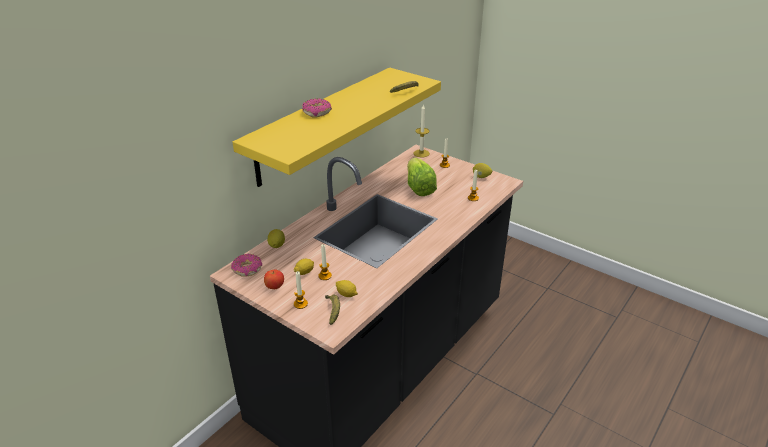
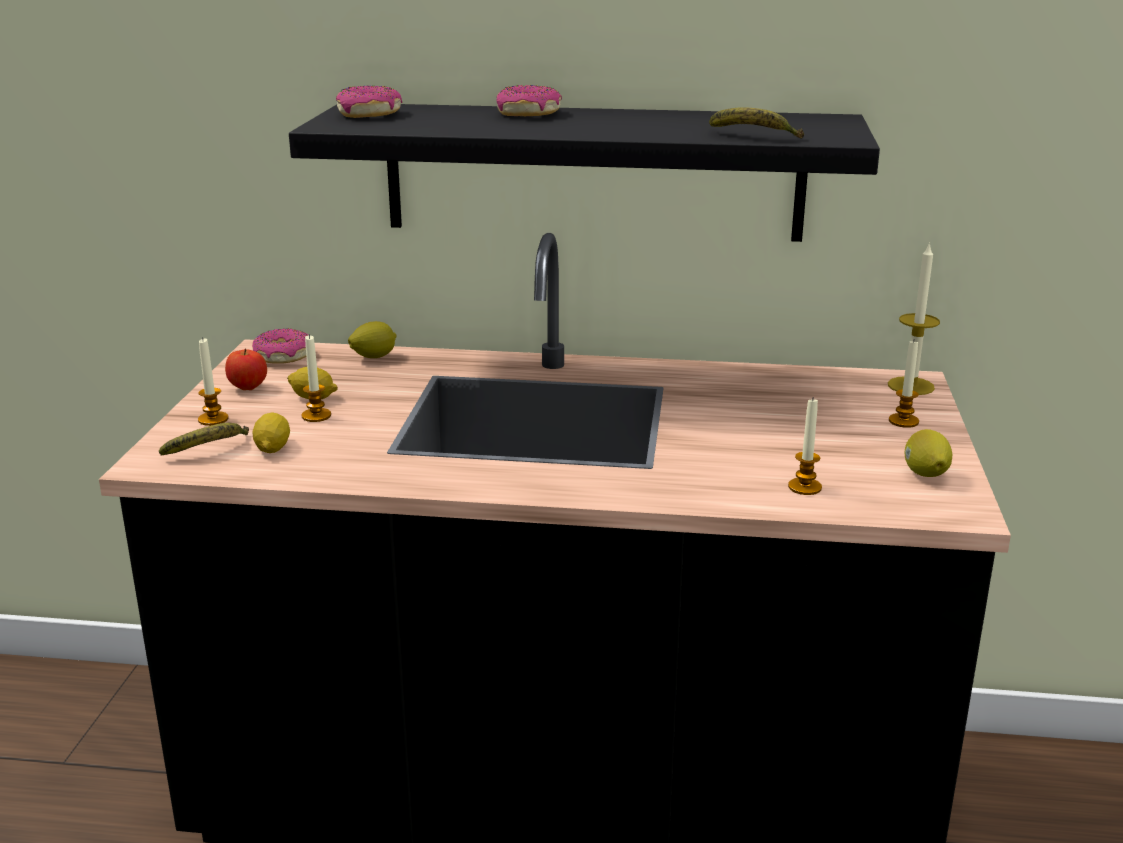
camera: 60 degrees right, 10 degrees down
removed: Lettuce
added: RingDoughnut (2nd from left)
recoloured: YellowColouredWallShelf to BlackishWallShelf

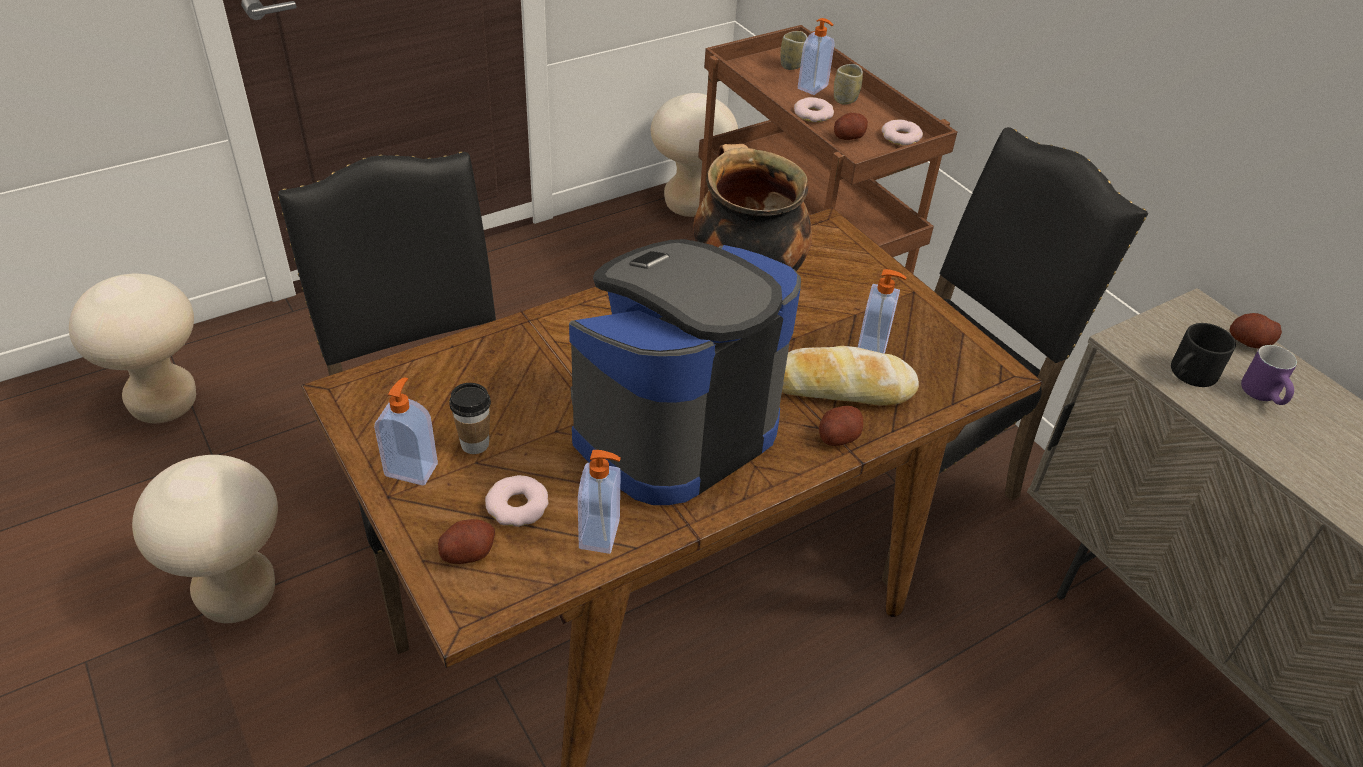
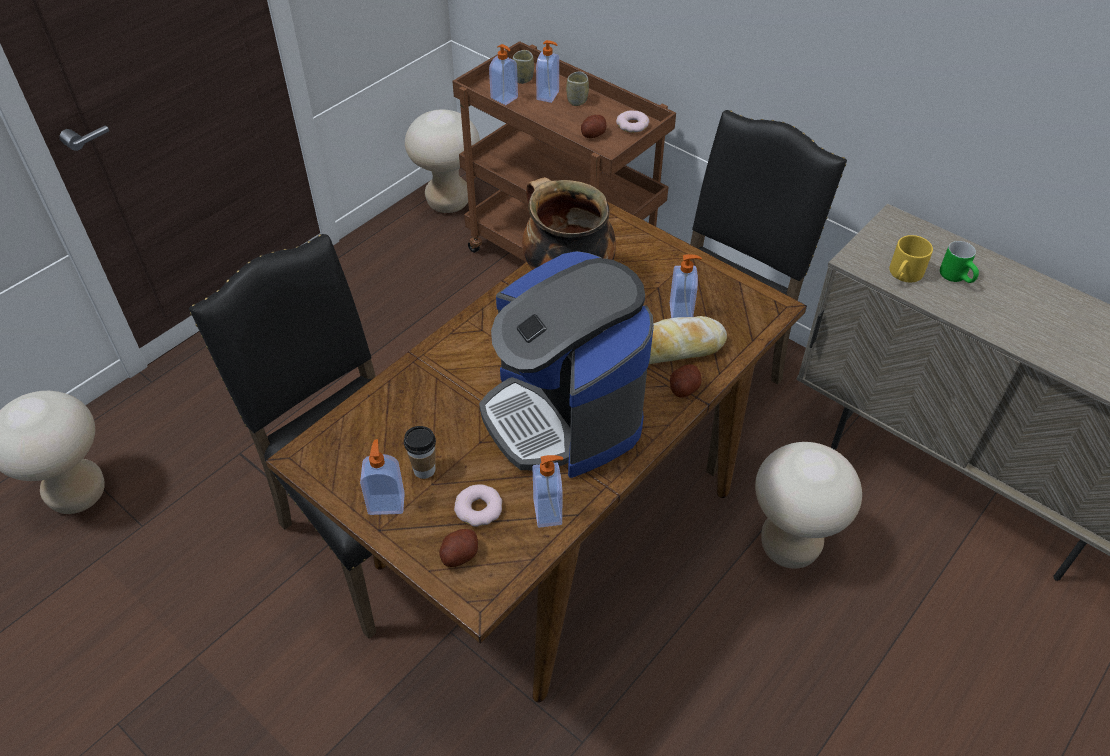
camera: 15 degrees left, 5 degrees up
removed: RingDoughnut (2nd from left); Potato (4th from left)
added: SoapBottle (2nd from left)
moved: SandColouredStoolSeat (2nd from left in the first image) to SandColouredStoolSeat (3rd from left)
recoloured: BlackishTeaMug to YellowColouredTeaMug; PurplishTeaMug to GreenishTeaMug
turned: CoffeeMaker 60 degrees counterclockwise

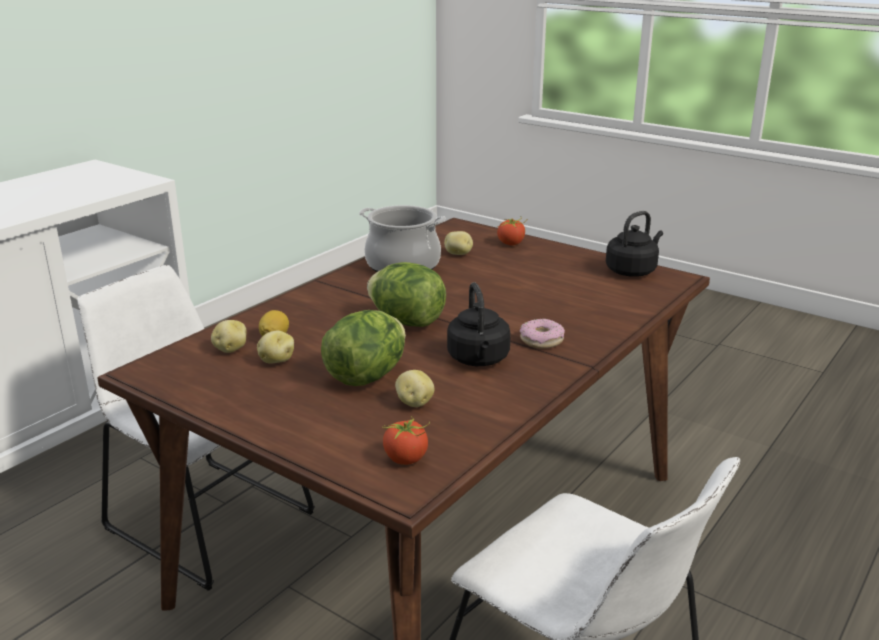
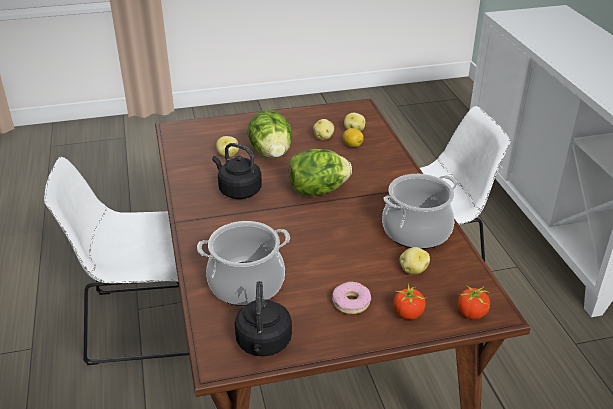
camera: 130 degrees right, 10 degrees up
added: Stockpot (1st from left)
moved: RingDoughnut; FreshTomato (1st from left in the first image) to FreshTomato (2nd from left)

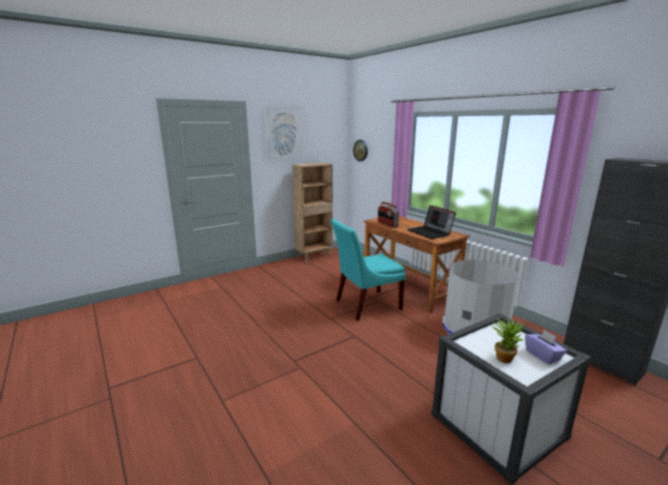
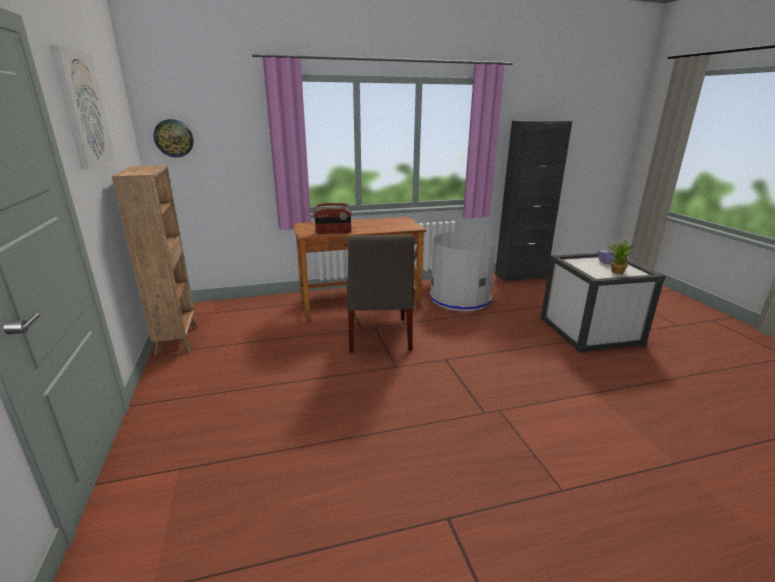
camera: 70 degrees left, 5 degrees up
removed: NotebookComputer
recoloured: BlueGreenPlainChair to GrayPlainChair

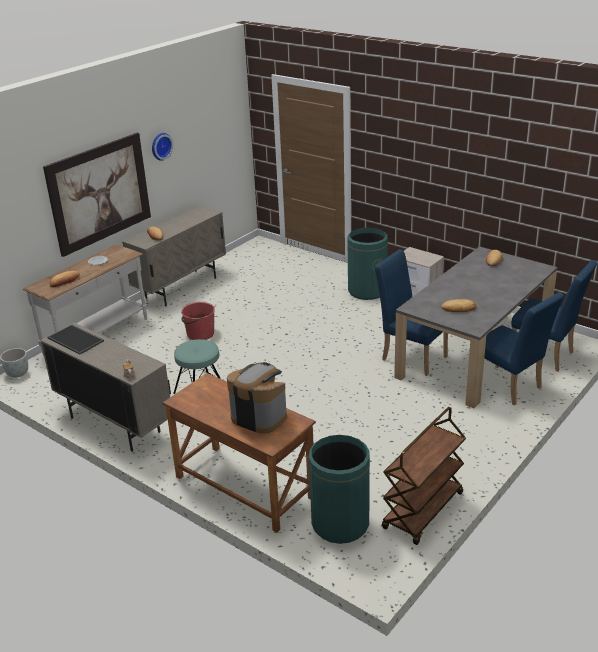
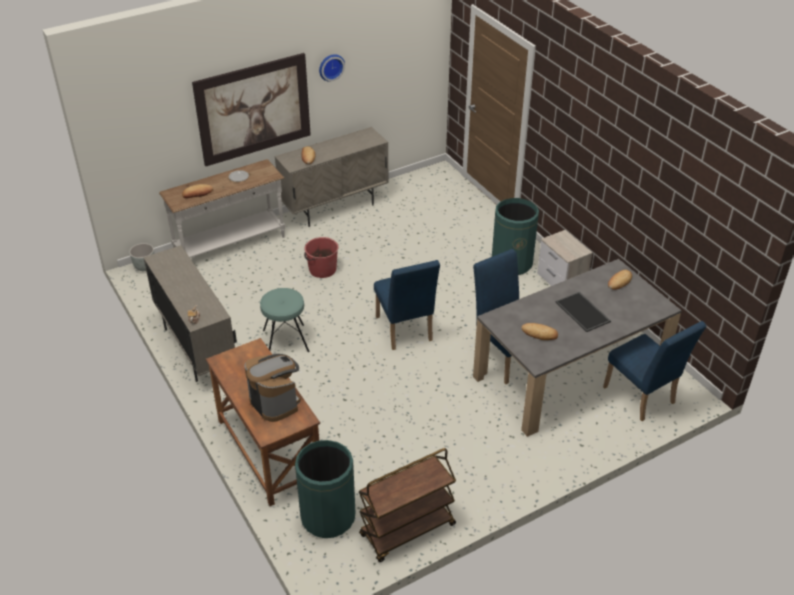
camera: 20 degrees right, 10 degrees up
moved: BluePlainChair (2nd from left in the first image) to BluePlainChair (1st from left); ServingTray

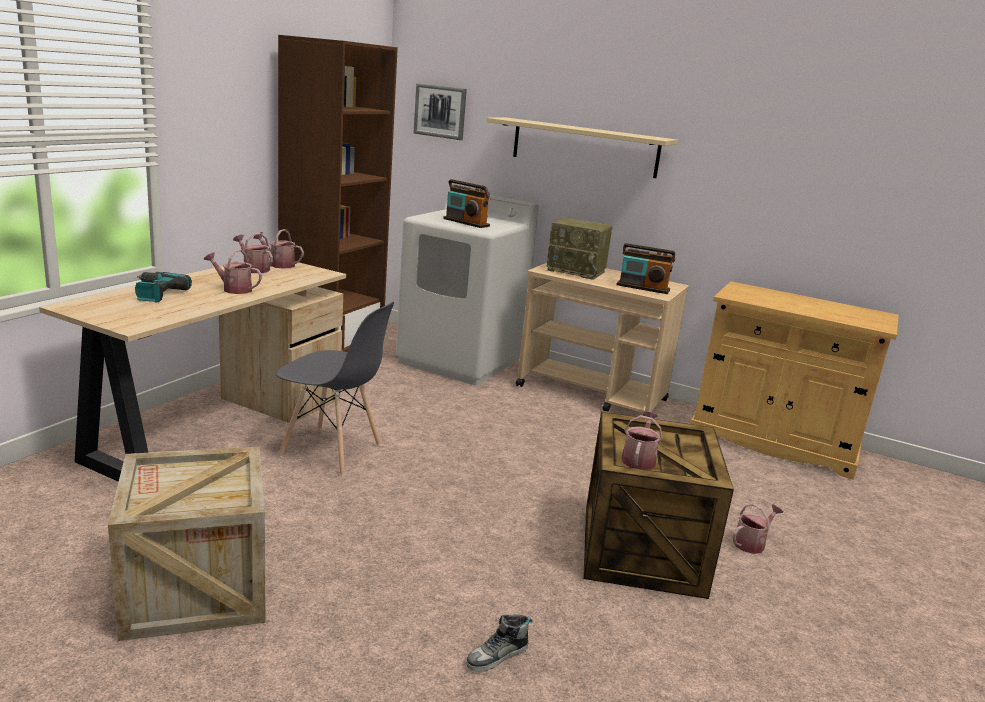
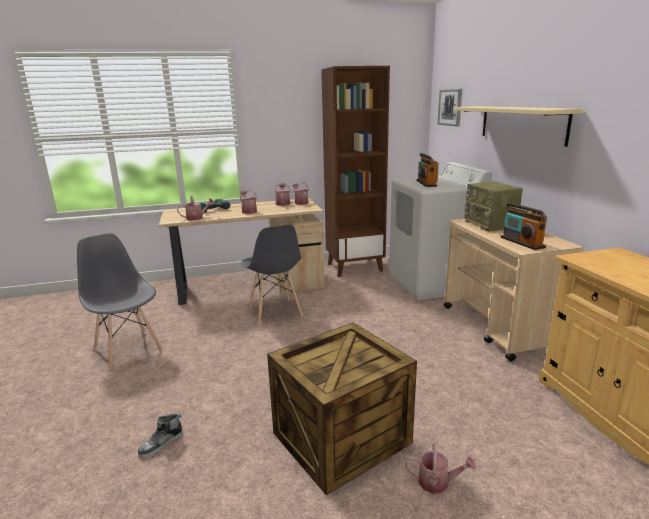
camera: 50 degrees right, 0 degrees up
moved: SprinklingCan (4th from left in the first image) to SprinklingCan (1st from left)
replaced: Crate (1st from left) to GrayPlainChair (1st from left)
turned: LowShoe 60 degrees counterclockwise

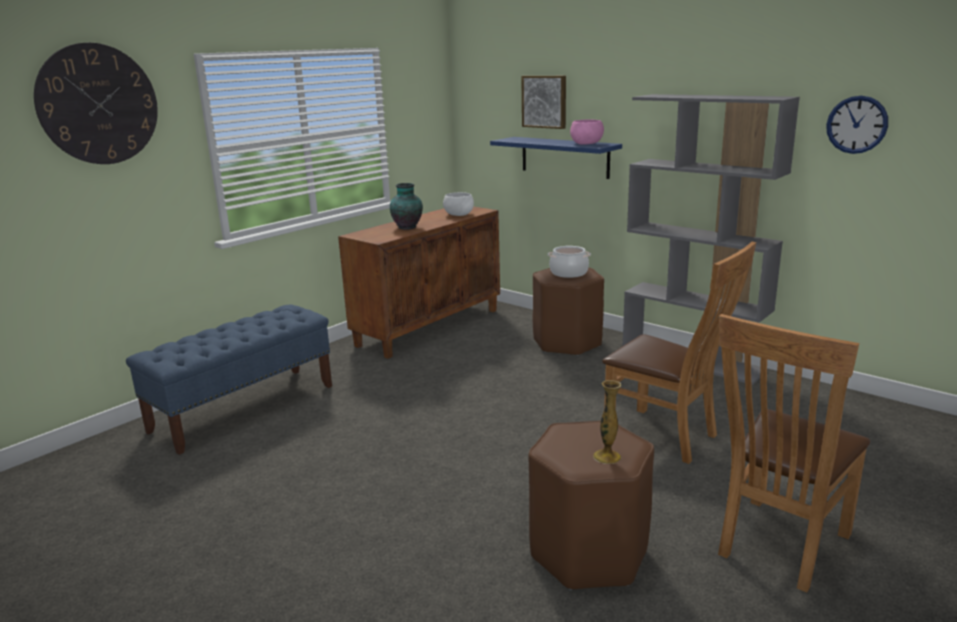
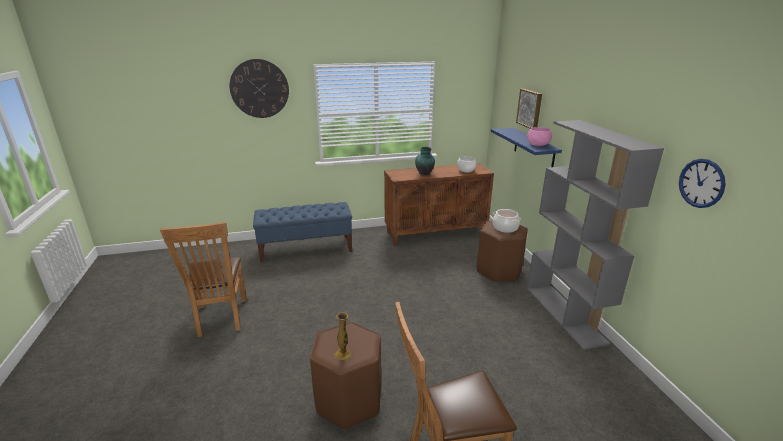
camera: 35 degrees right, 5 degrees up
moved: BrownishPlainChair (1st from left)

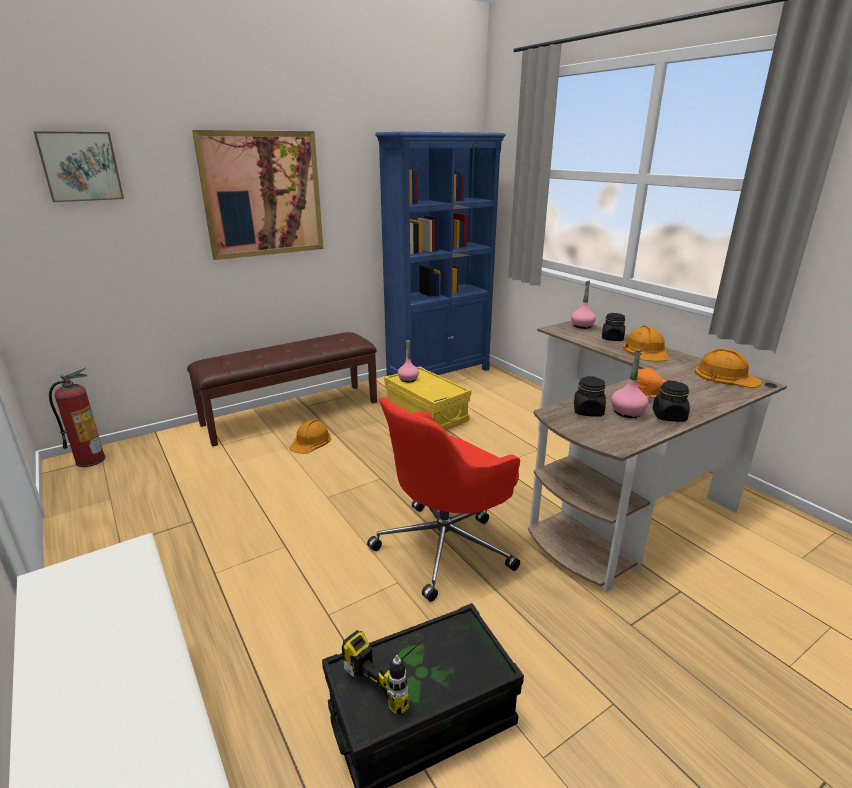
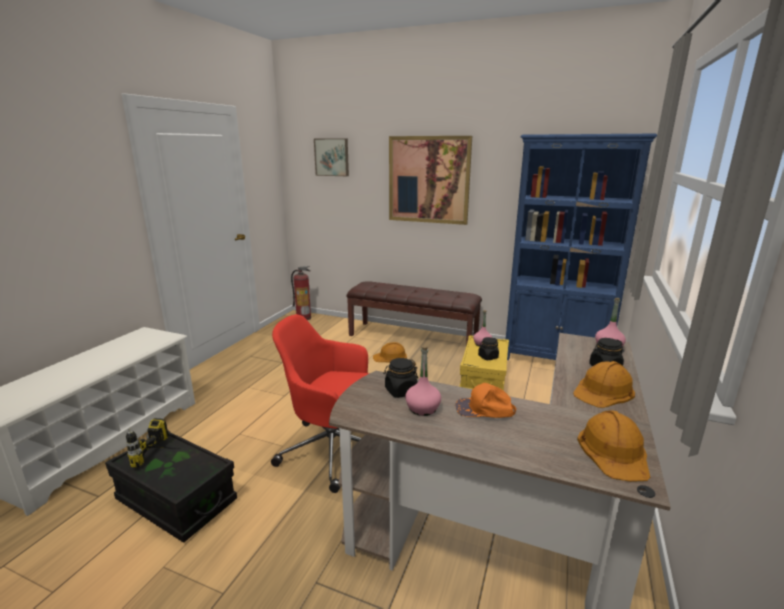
camera: 55 degrees right, 5 degrees down
moved: BlackishPreserveJar (3rd from left in the first image) to BlackishPreserveJar (2nd from left)

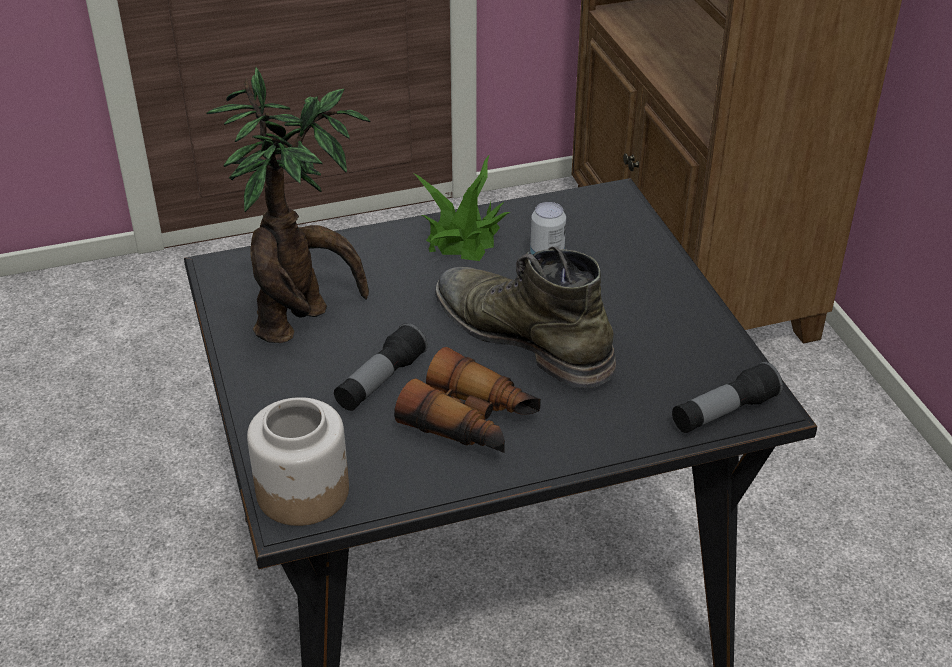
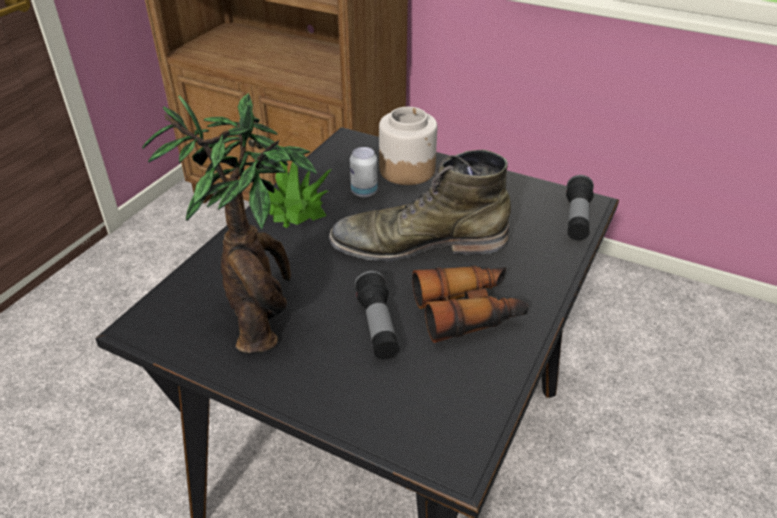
camera: 45 degrees left, 0 degrees up
moved: PreserveJar

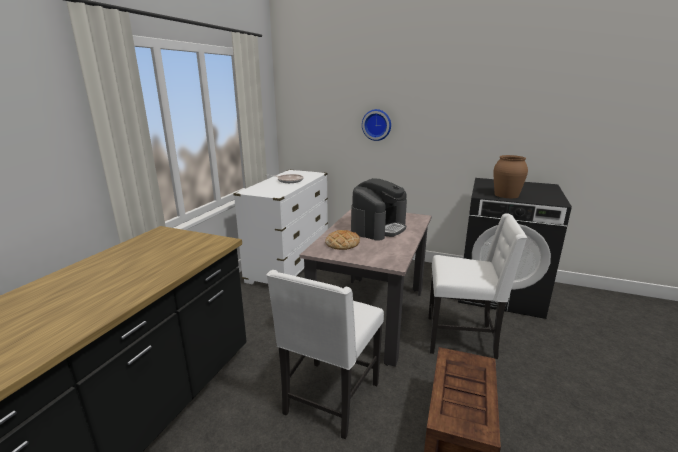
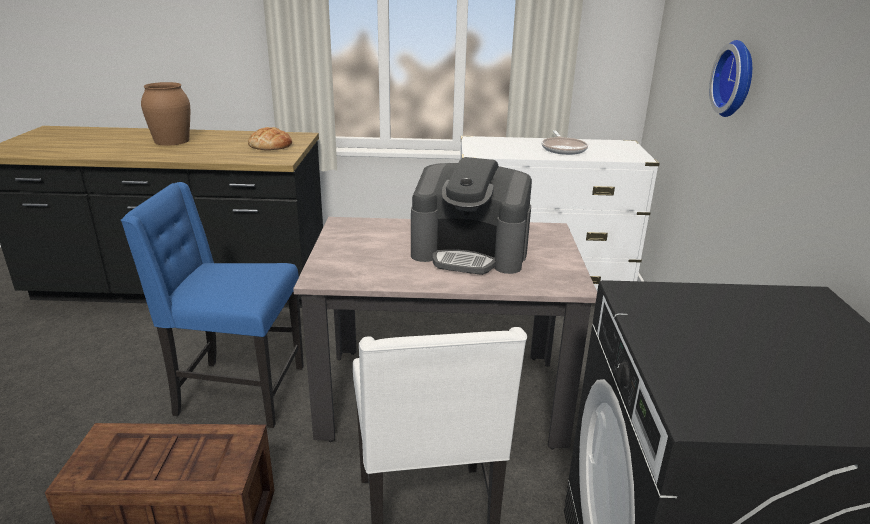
camera: 70 degrees right, 5 degrees up
moved: BrownishDecorativeVase; BakedBread
recoloured: WhitePlainChair (1st from left) to BluePlainChair

